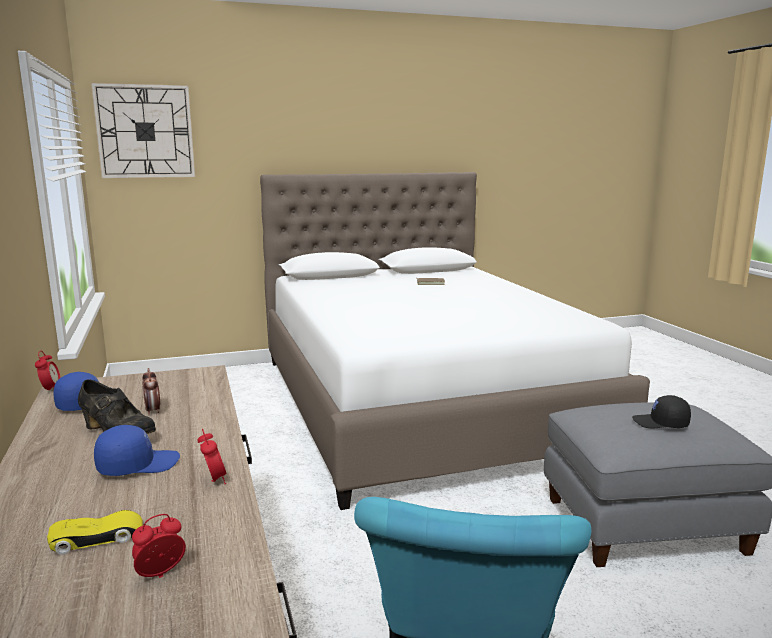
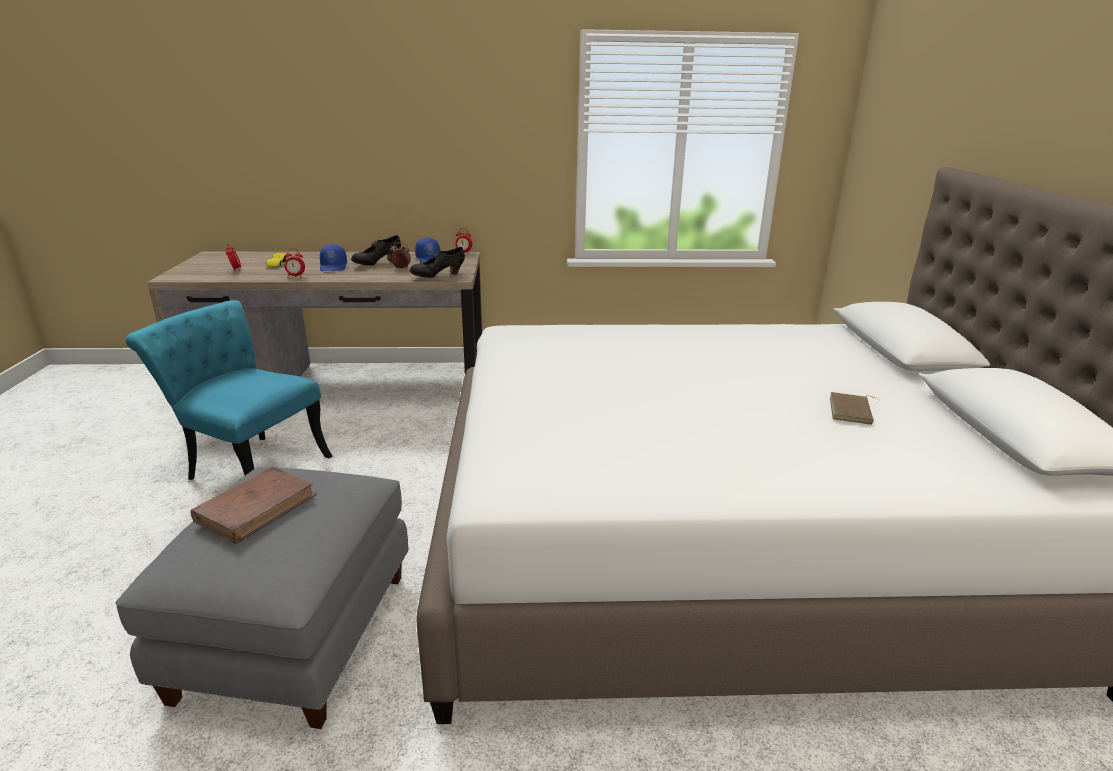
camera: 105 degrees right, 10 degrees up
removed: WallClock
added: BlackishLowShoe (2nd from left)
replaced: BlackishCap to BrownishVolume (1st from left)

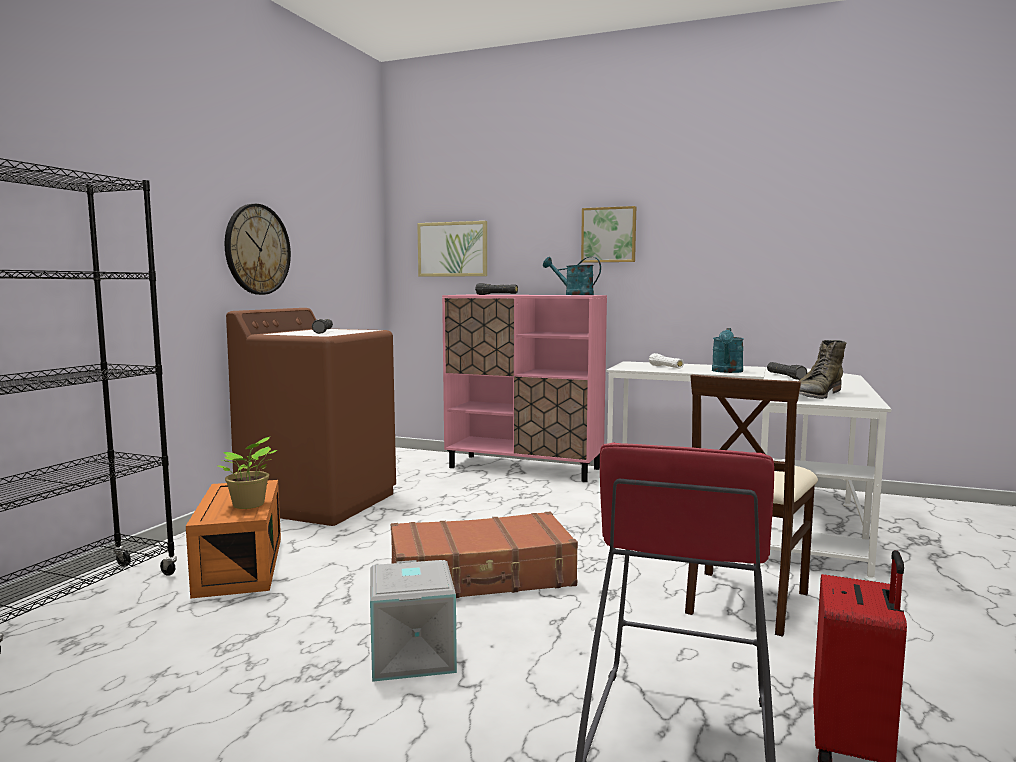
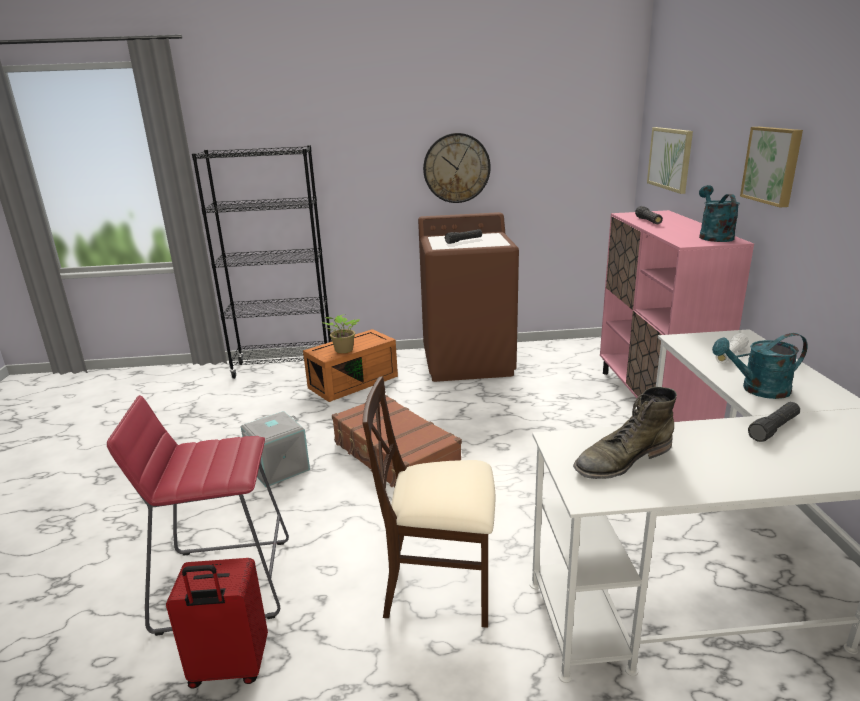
camera: 65 degrees right, 15 degrees up
turned: GreenishBoot 45 degrees counterclockwise

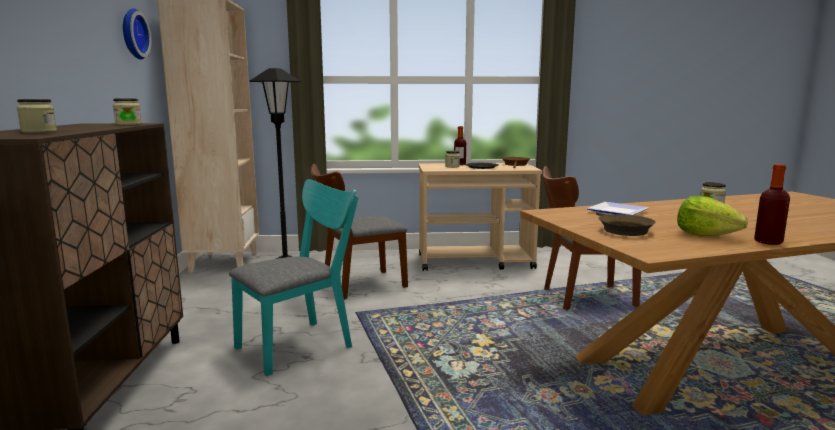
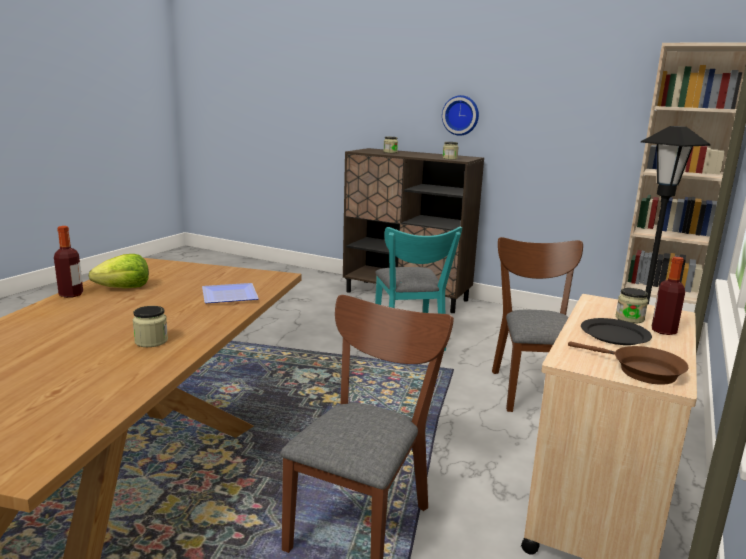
camera: 120 degrees right, 5 degrees up
removed: BrownishFryingPan (2nd from left)
moved: WallClock

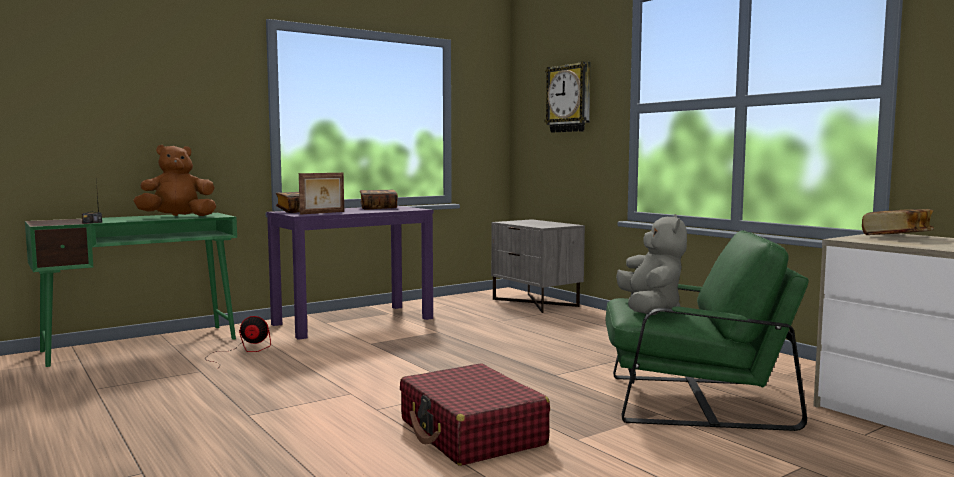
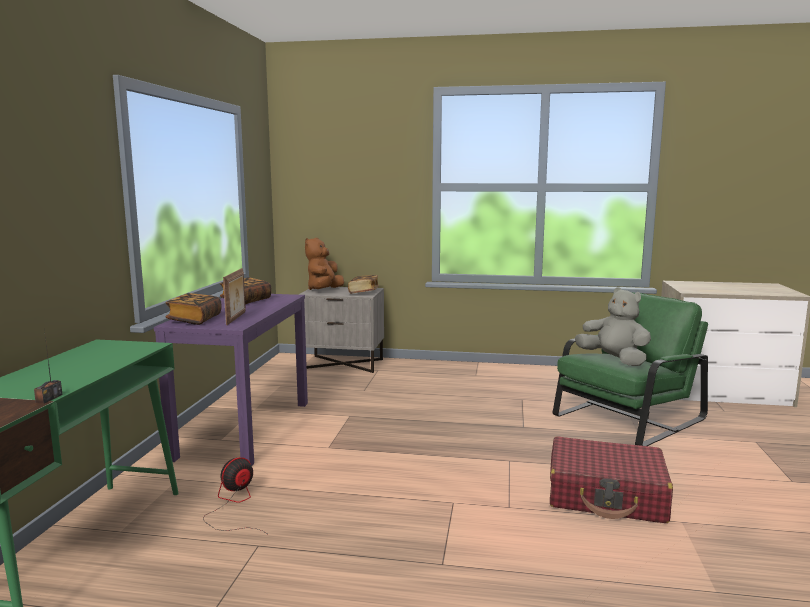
camera: 45 degrees left, 5 degrees up
removed: WallClock
moved: BrownishPlushToy; Volume (3rd from left)

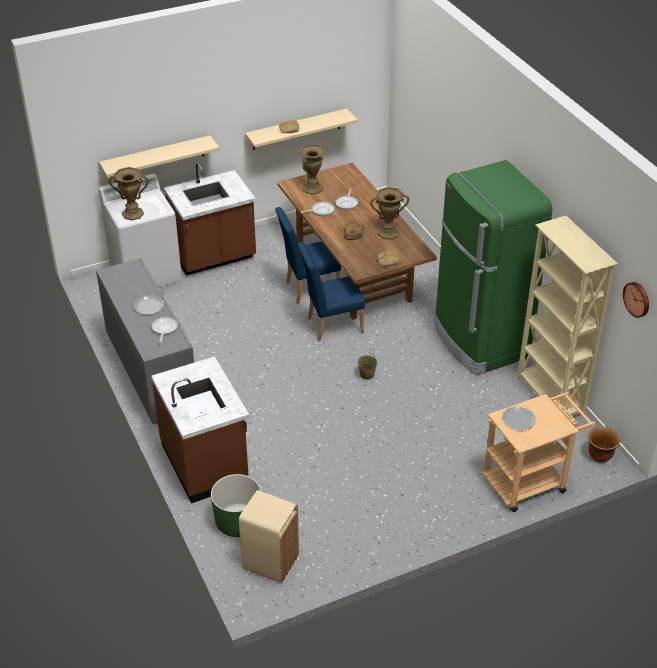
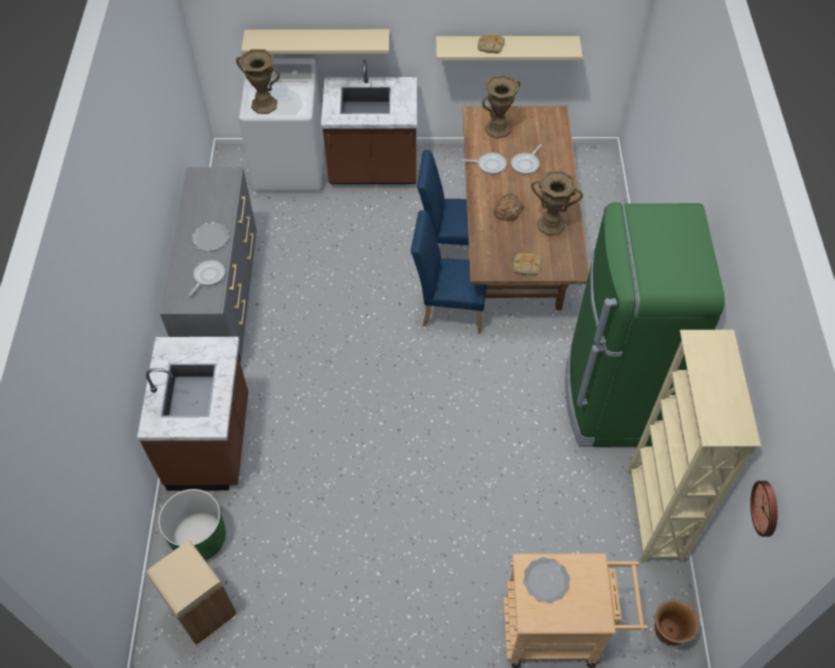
camera: 25 degrees right, 15 degrees up
removed: SandColouredPail

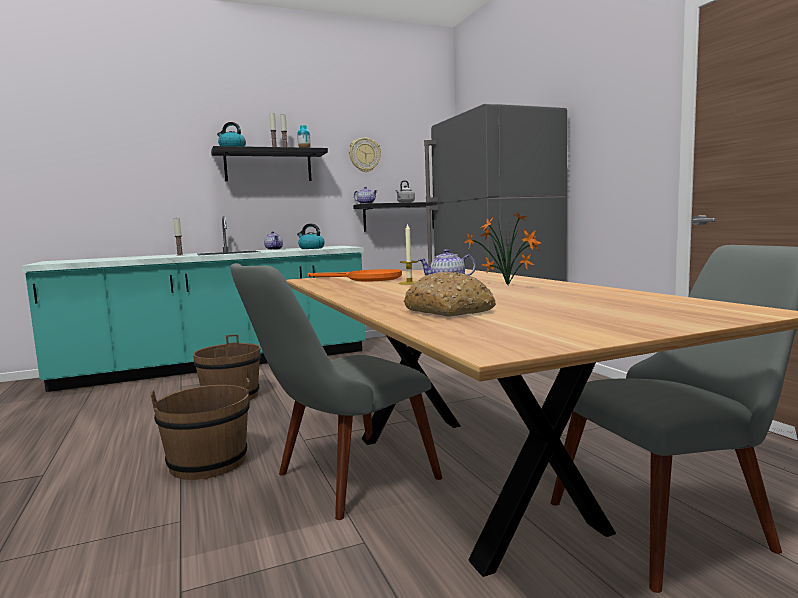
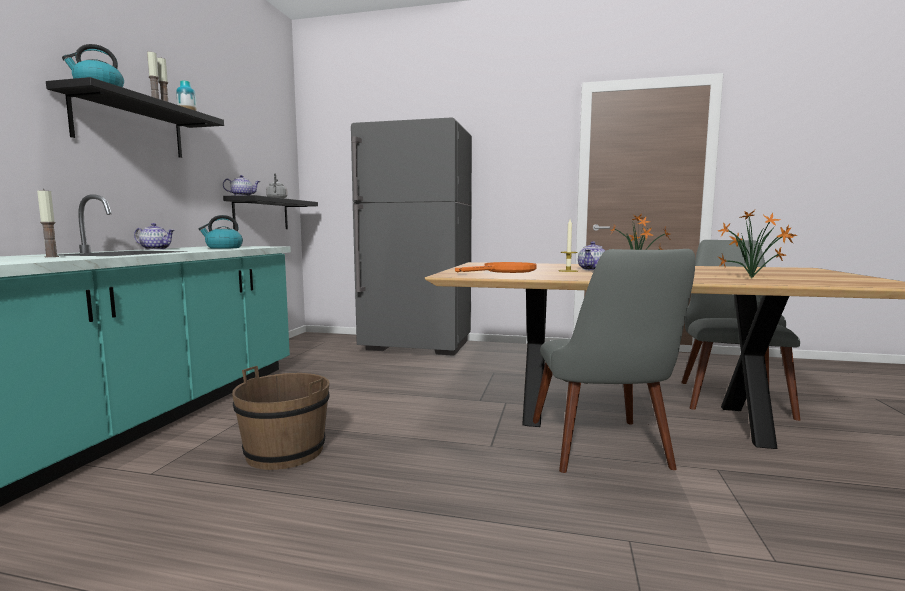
camera: 55 degrees left, 0 degrees up
removed: BrownishPail (1st from left); WallClock
replaced: BakedBread to PottedPlant (2nd from left)

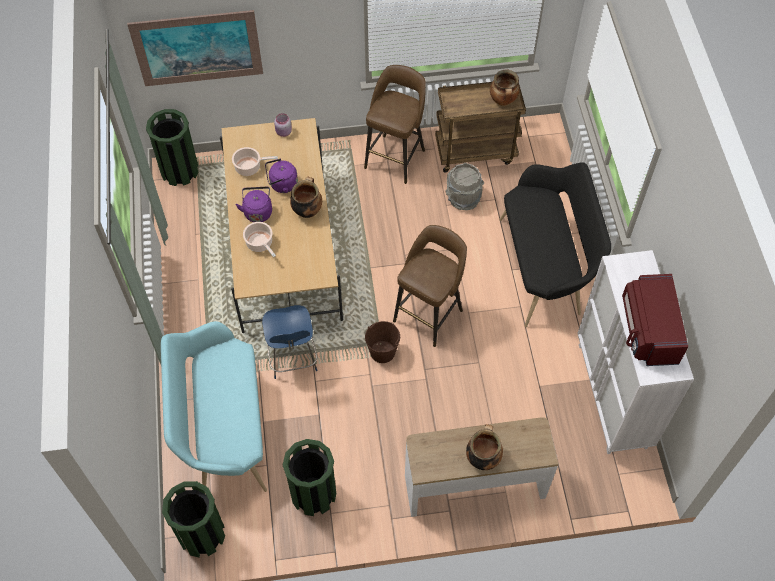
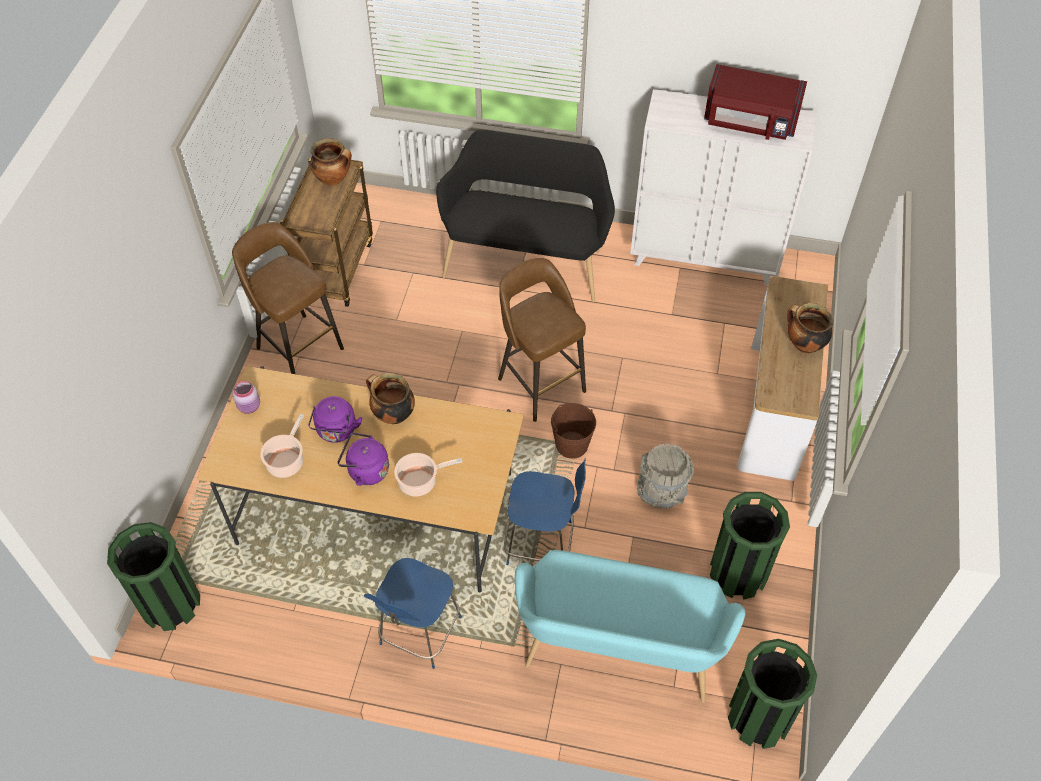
camera: 70 degrees left, 5 degrees down
removed: WallArt
added: BluePlainChair (1st from left)
moved: GrayPail

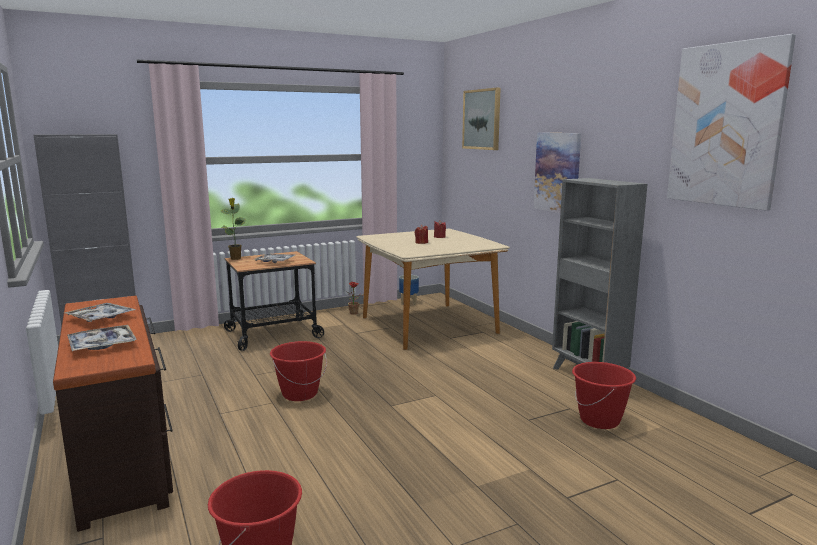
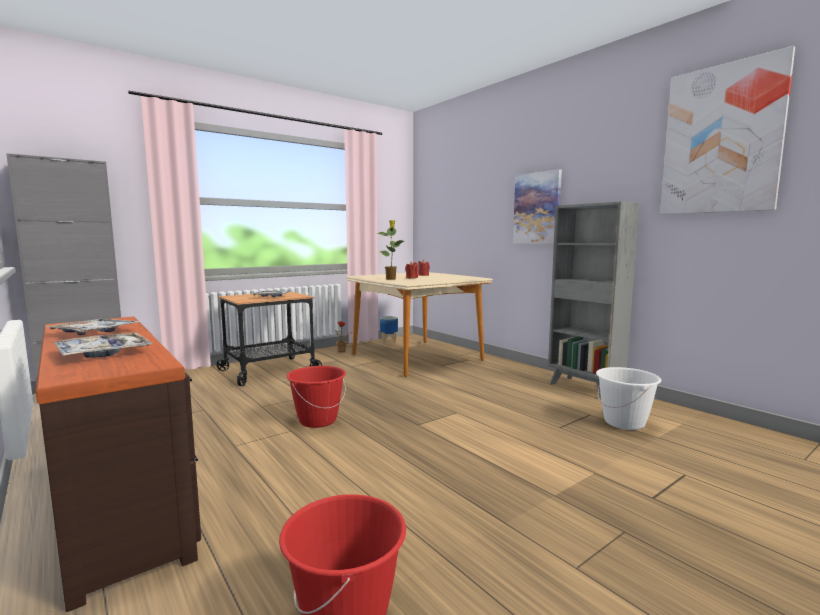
camera: 10 degrees left, 5 degrees down
removed: WallArt (1st from left)
moved: PottedPlant (1st from left in the first image) to PottedPlant (2nd from left)
recoloured: ReddishPail (3rd from left) to WhitePail

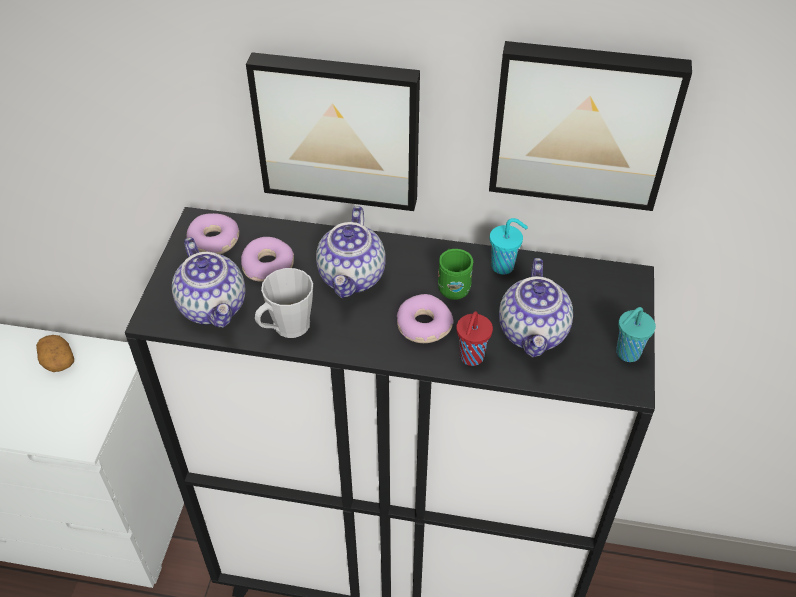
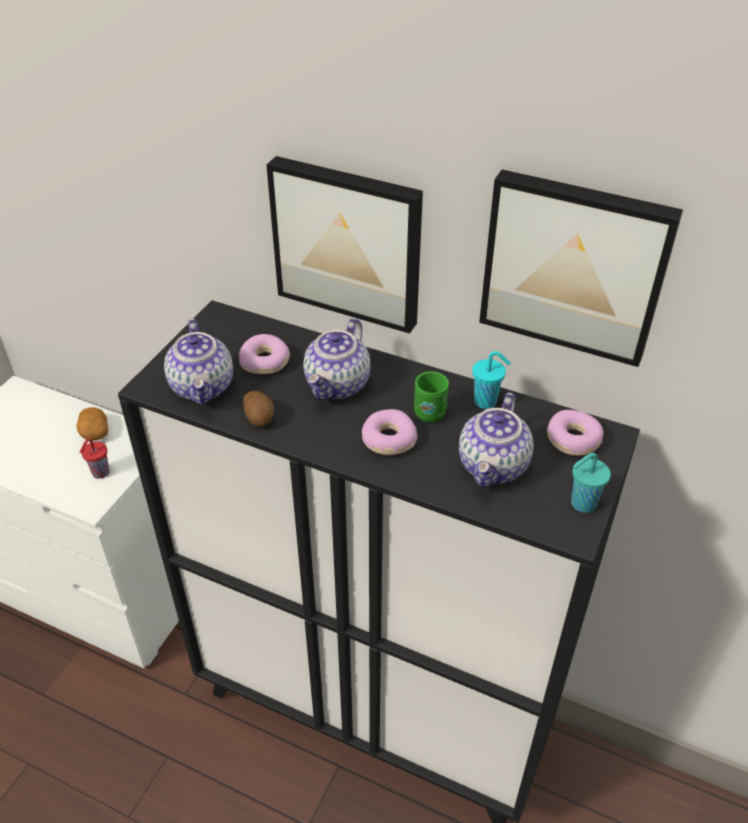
camera: 15 degrees right, 5 degrees down
moved: ReddishSmallCup; RingDoughnut (1st from left in the first image) to RingDoughnut (3rd from left)
replaced: GrayTeaMug to Potato (2nd from left)

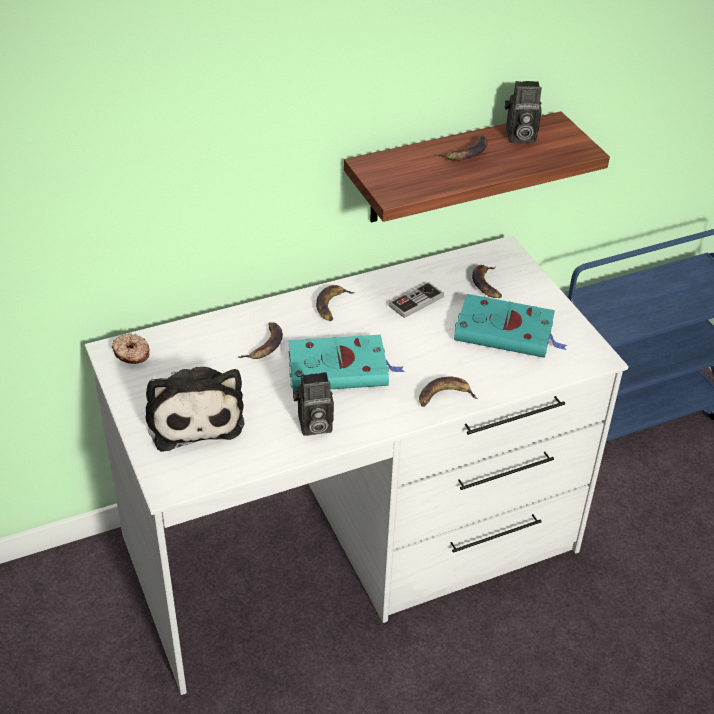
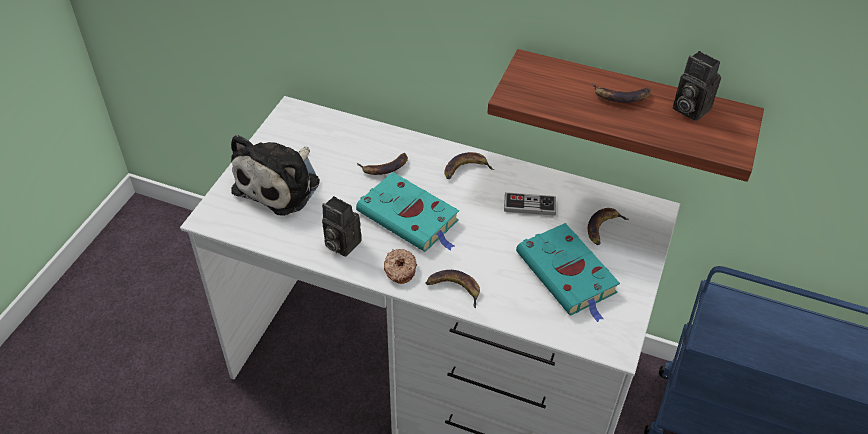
camera: 45 degrees right, 5 degrees up
moved: RingDoughnut

